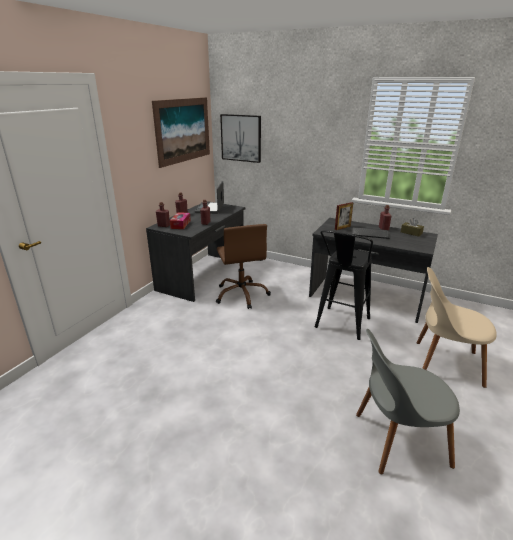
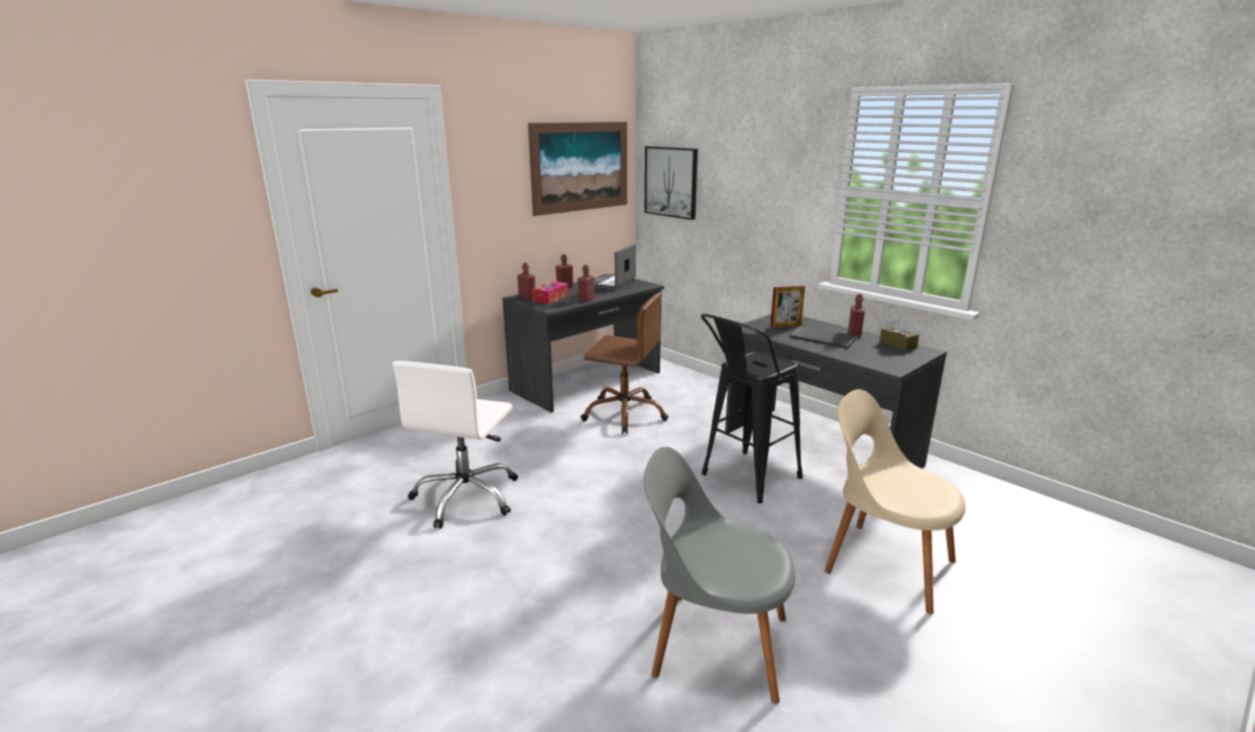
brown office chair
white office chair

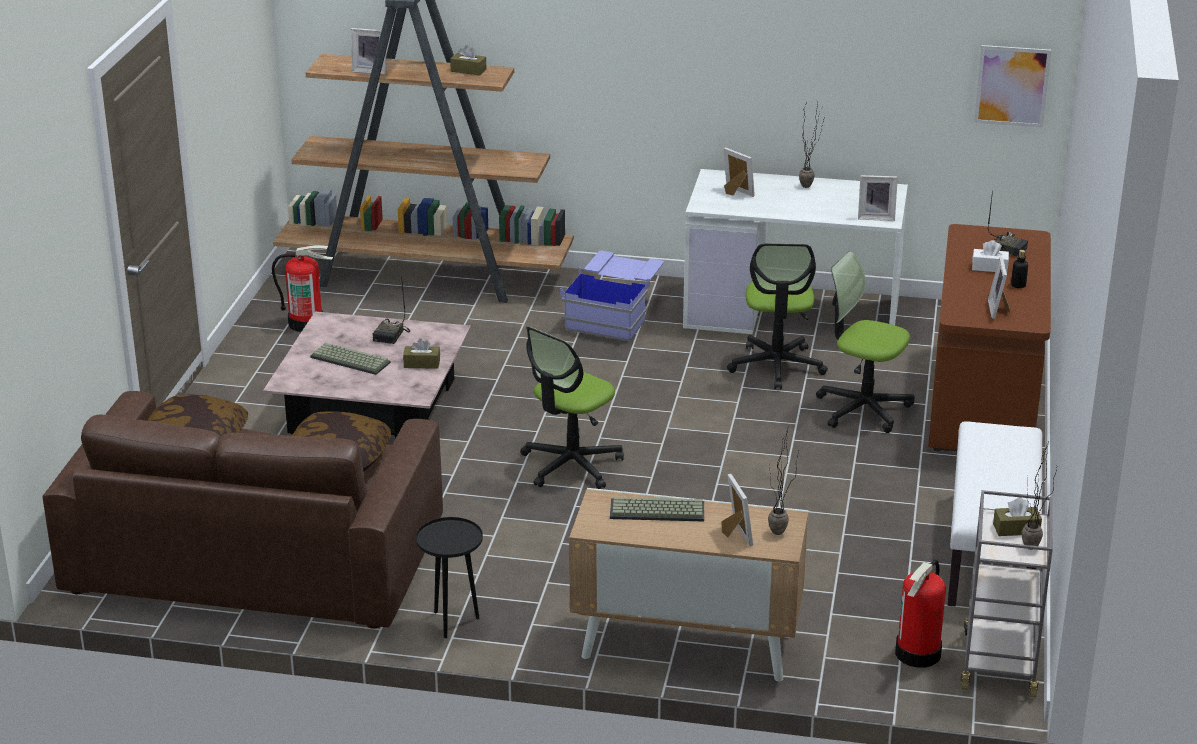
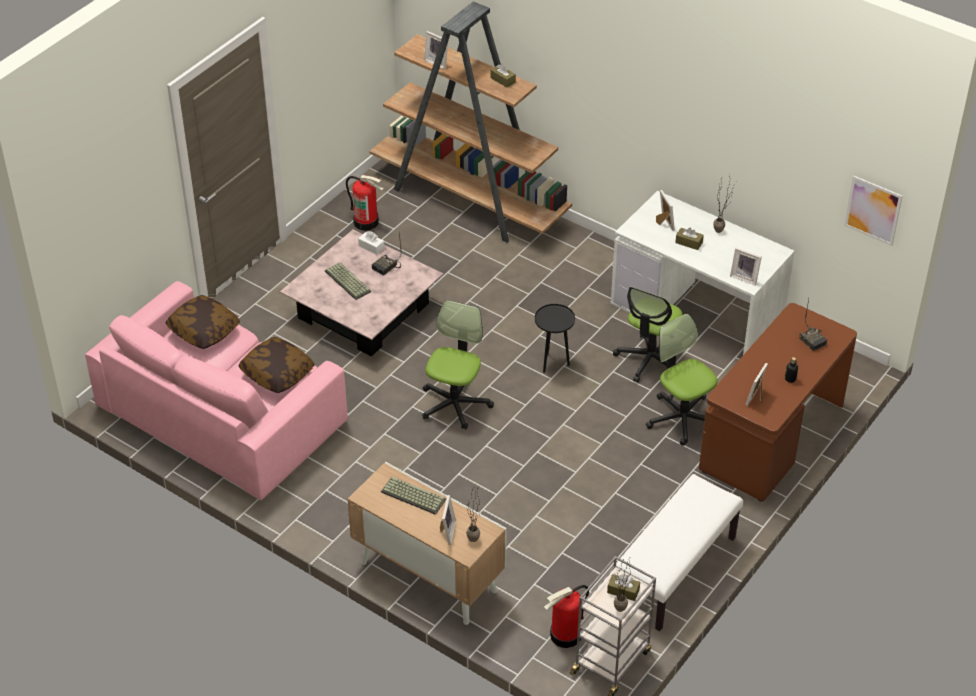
pink sofa
brown tissue box (3rd from left)
black side table
office chair (1st from left)
blue storage box
white tissue box

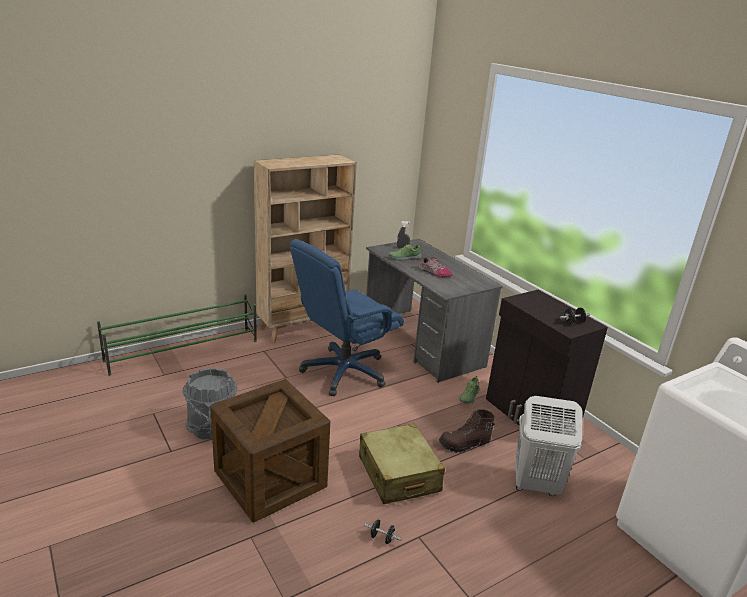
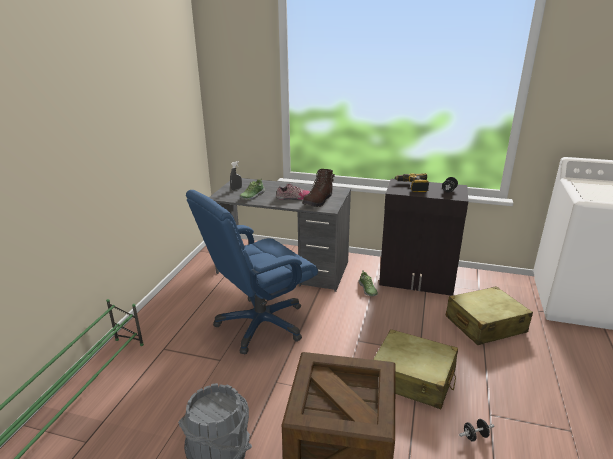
beige bookcase
blue office chair
brown boot
beige suitcase (2nd from left)
power drill

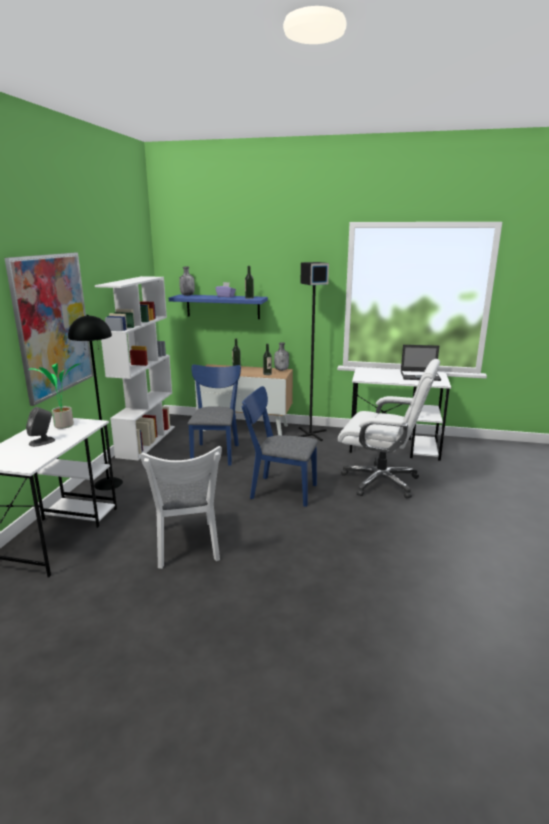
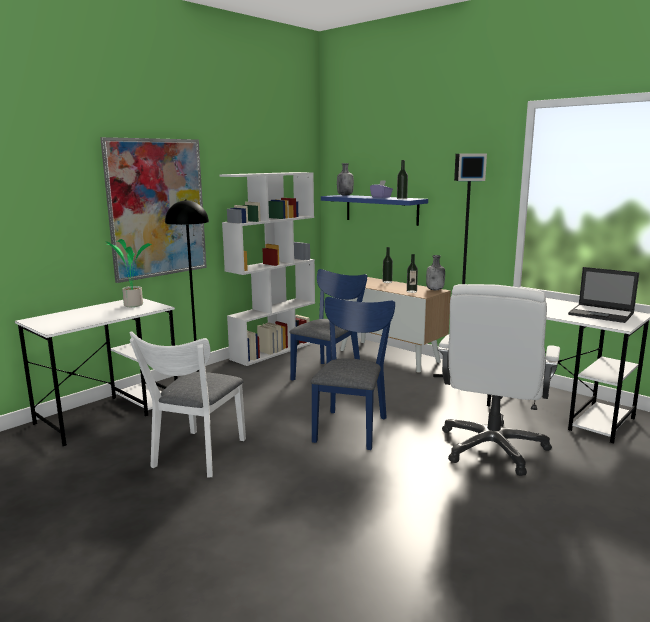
grey speaker
blue chair (2nd from left)
white office chair

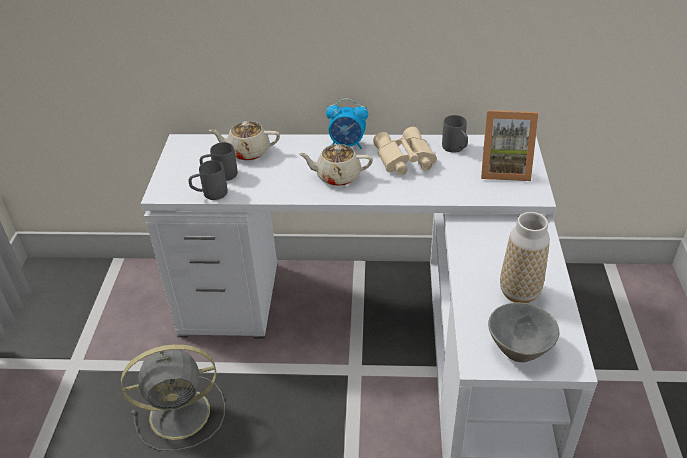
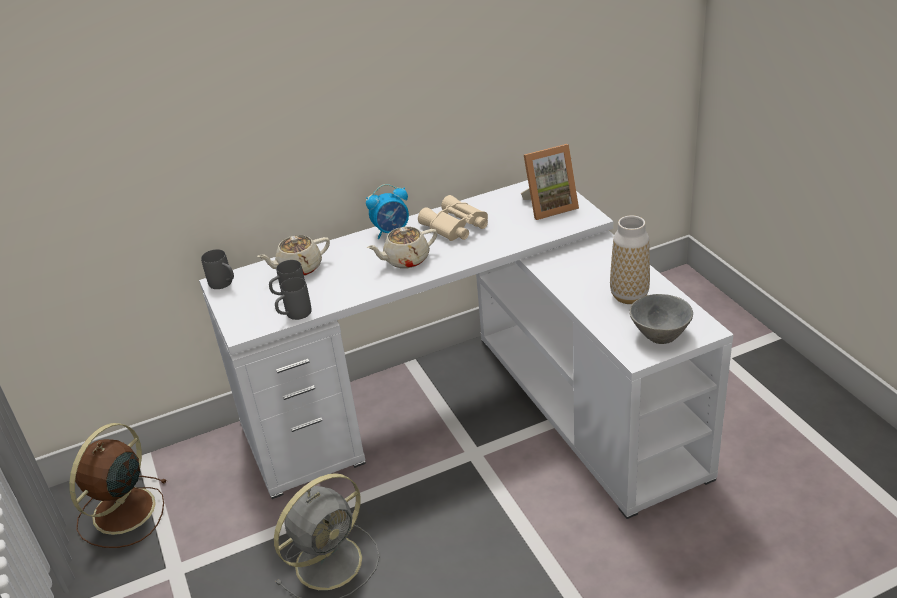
grey mug (1st from left)
brown fan

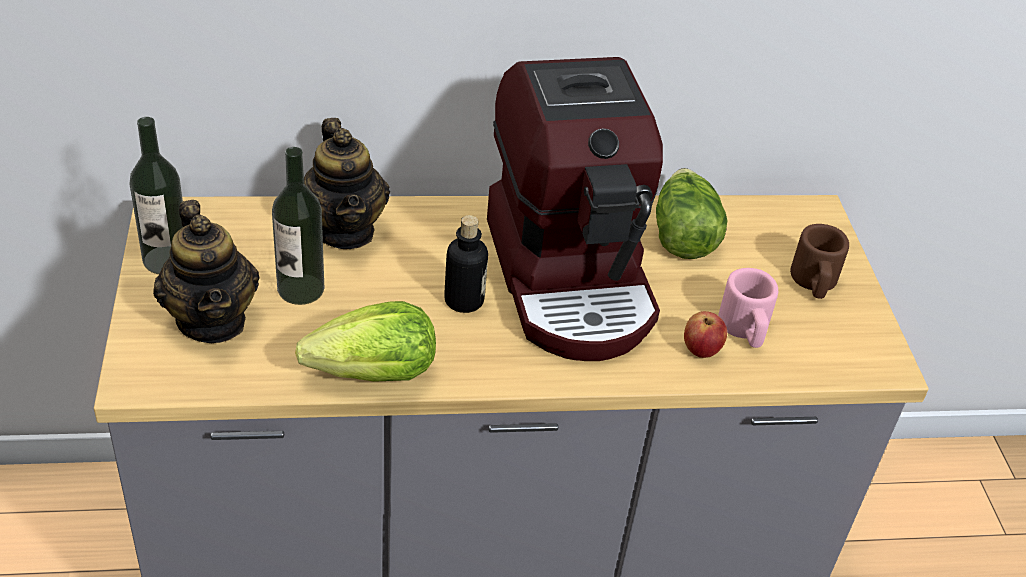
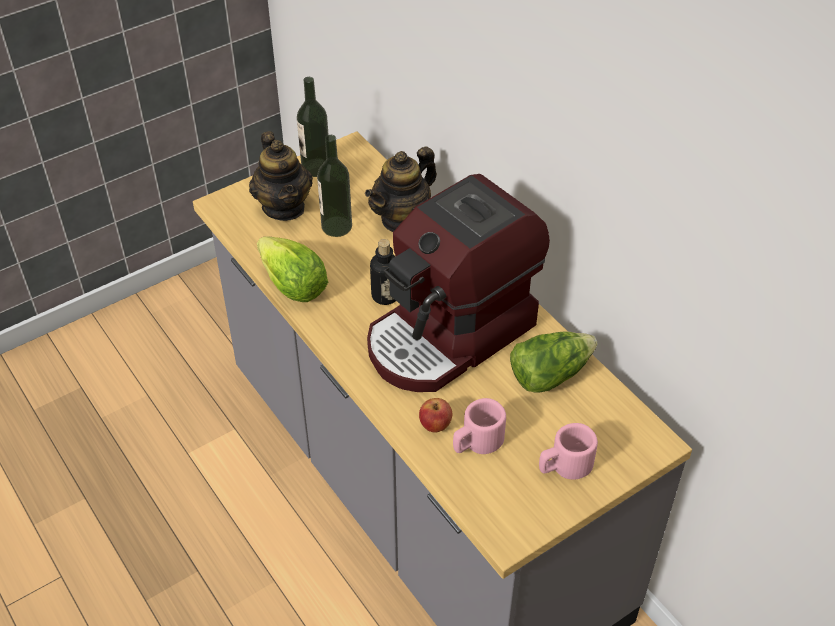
teapot (1st from left)
pink mug (2nd from left)

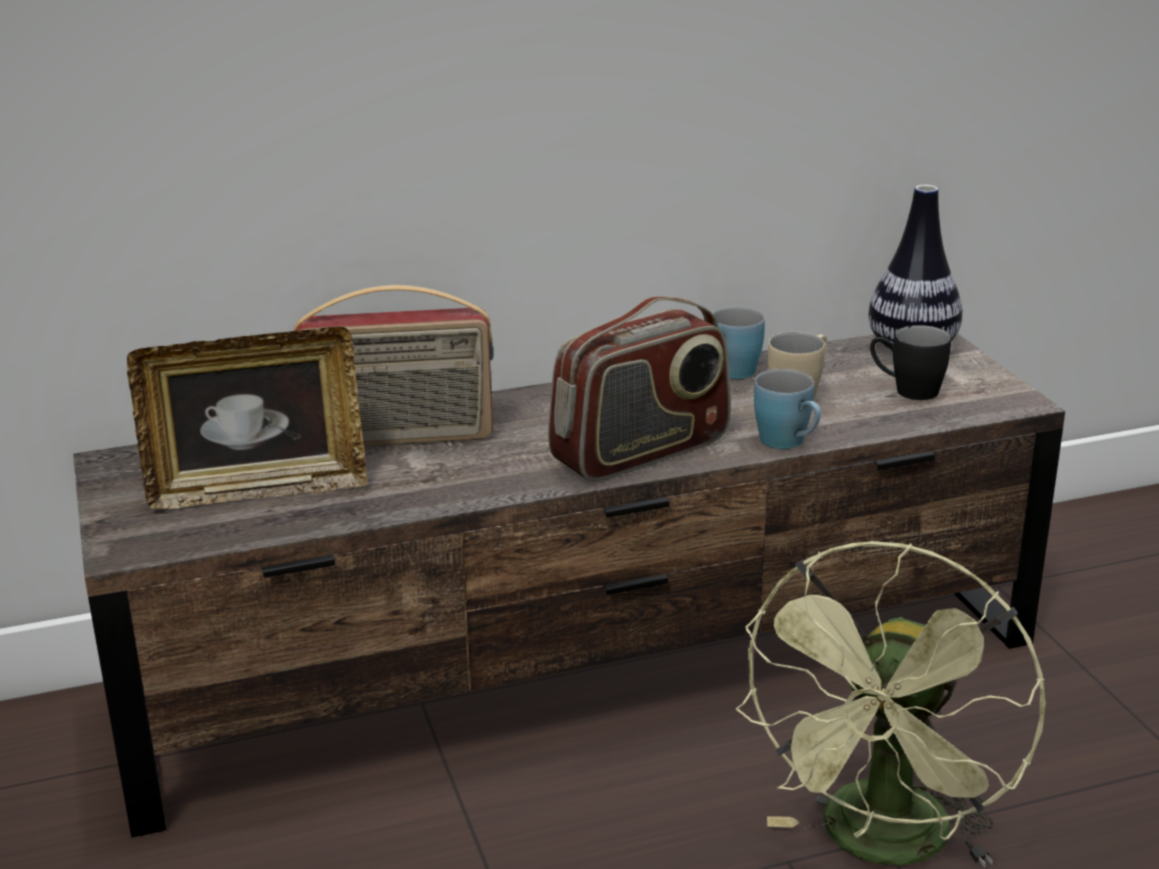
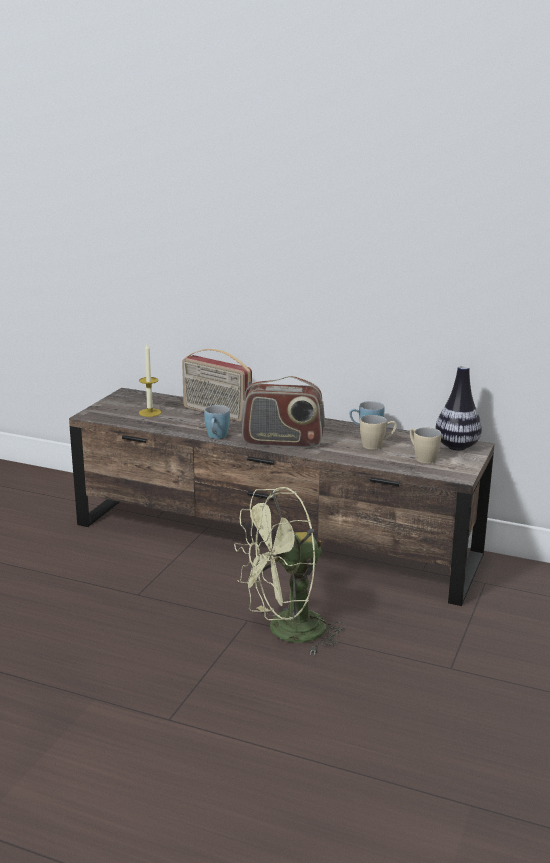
candle
blue mug (1st from left)
beige mug (2nd from left)

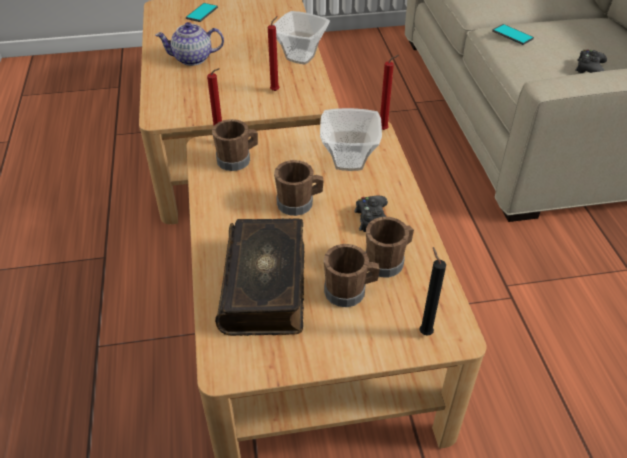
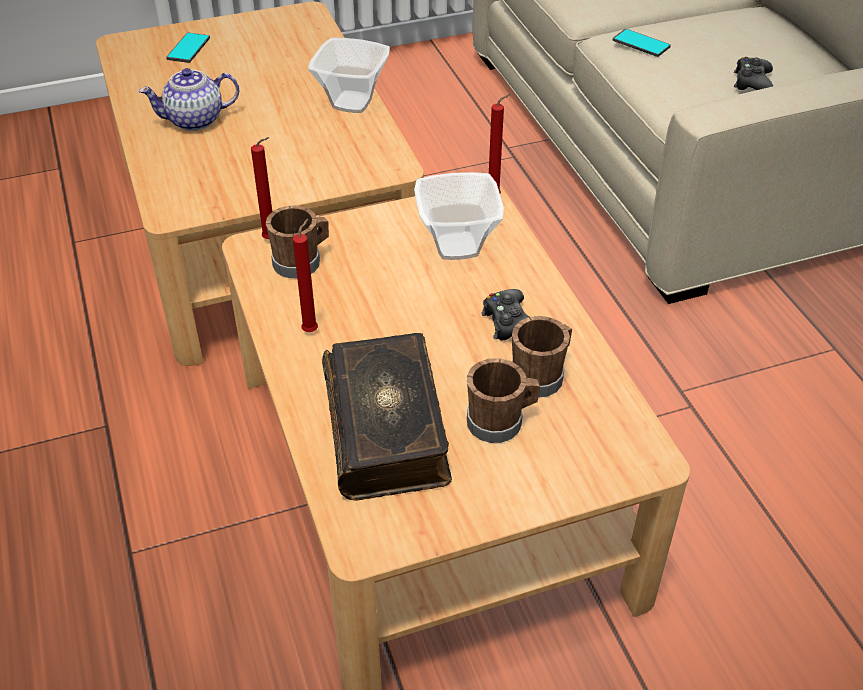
red candle (2nd from left)
brown mug (2nd from left in the first image)
black candle

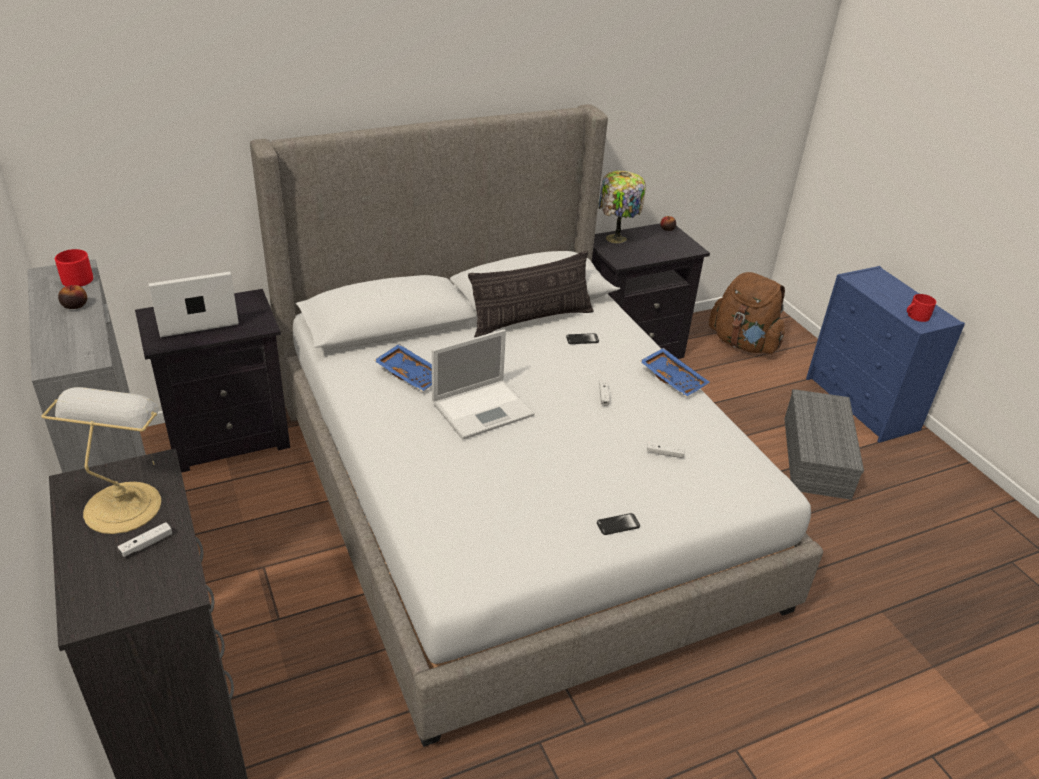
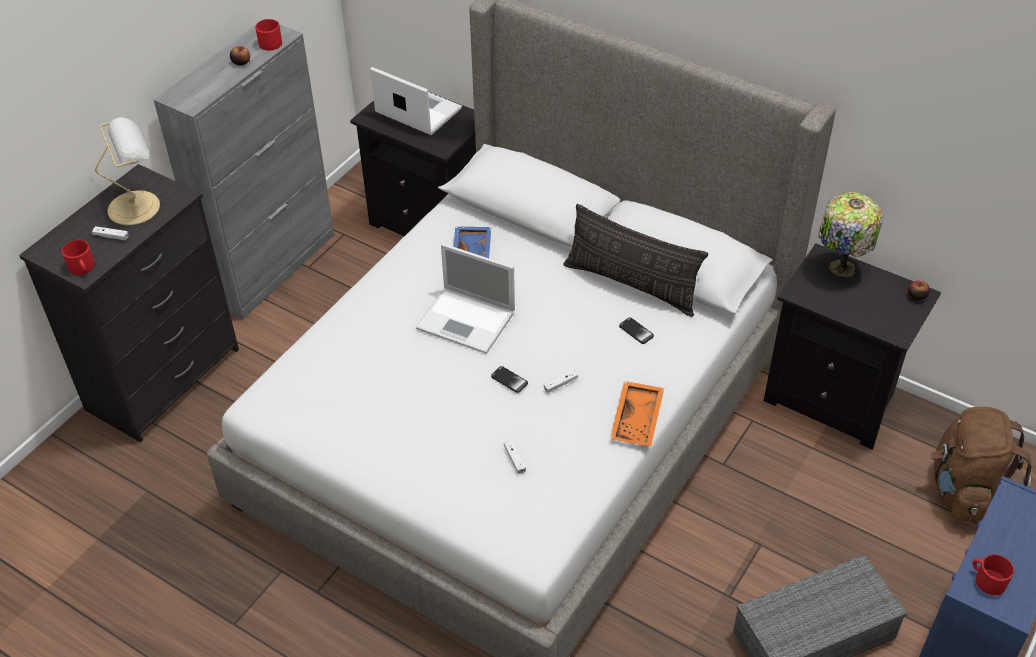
phone (1st from left)
orange tray
red mug (1st from left)

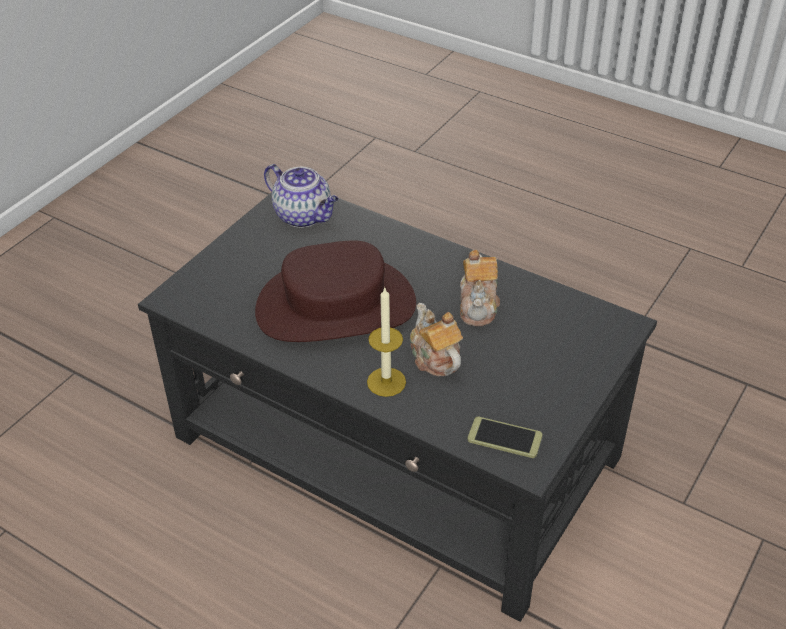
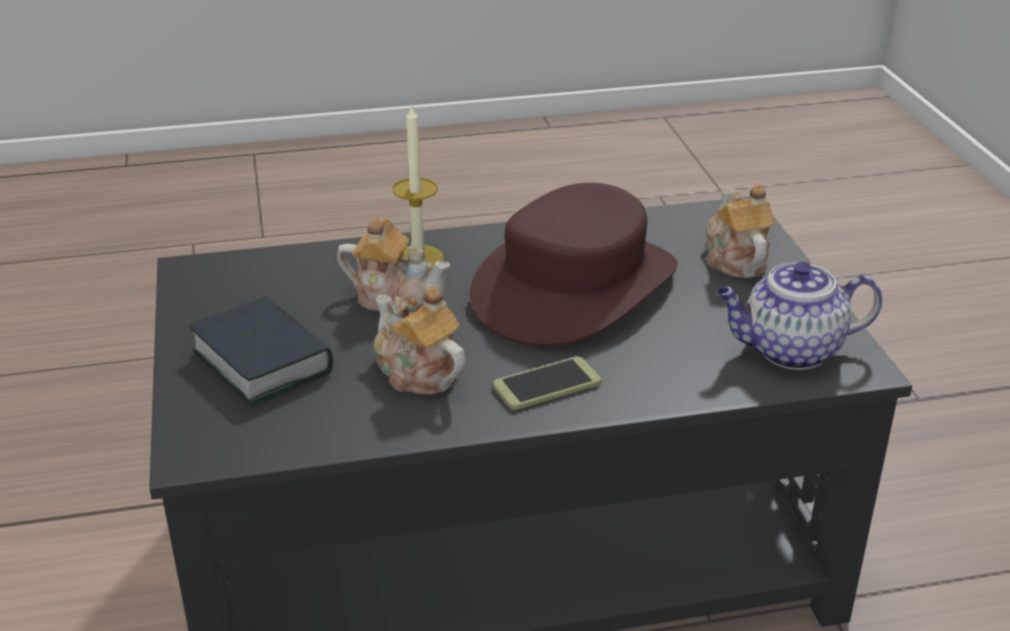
phone
book
teapot (3rd from left)

